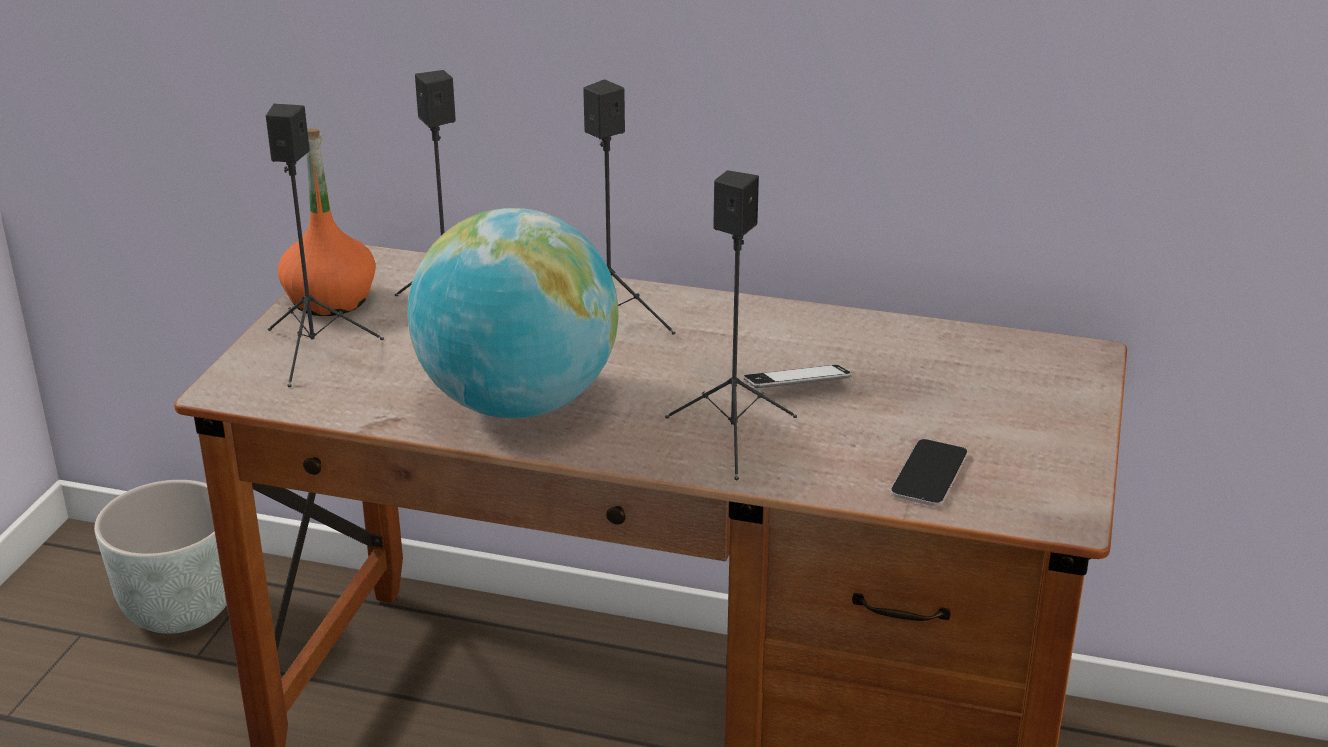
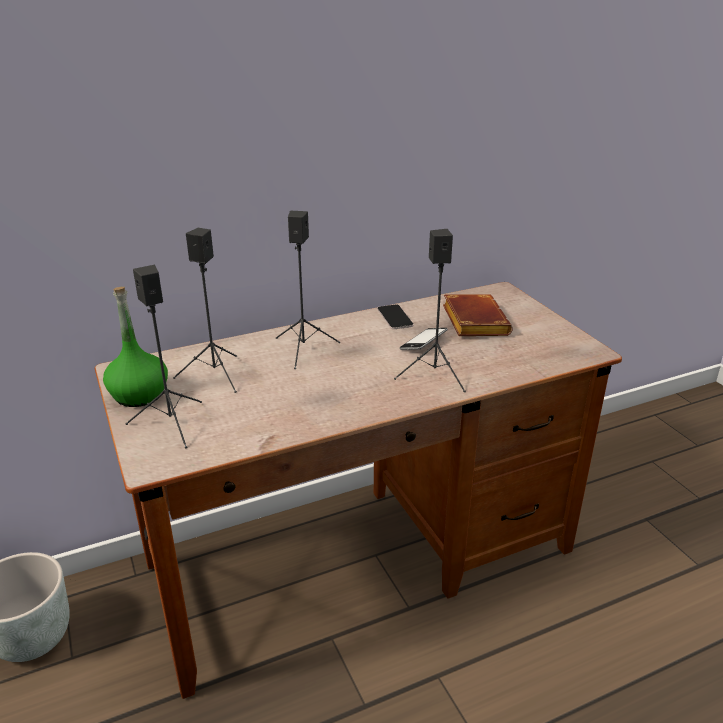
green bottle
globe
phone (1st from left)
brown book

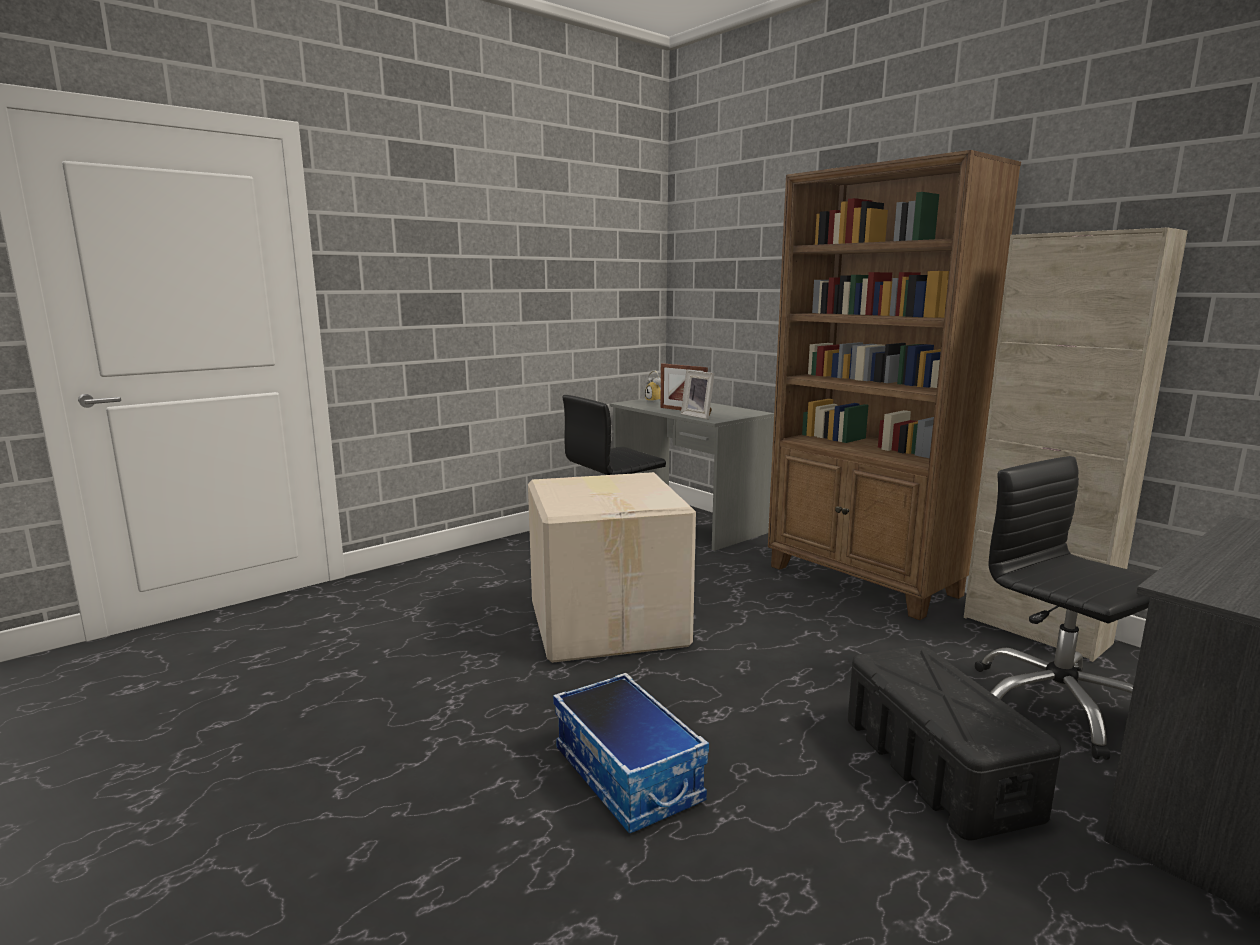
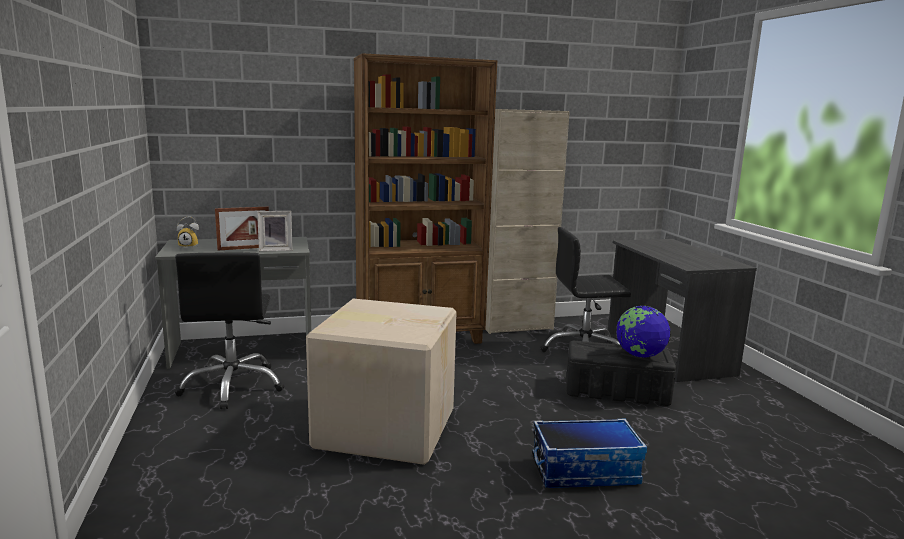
globe

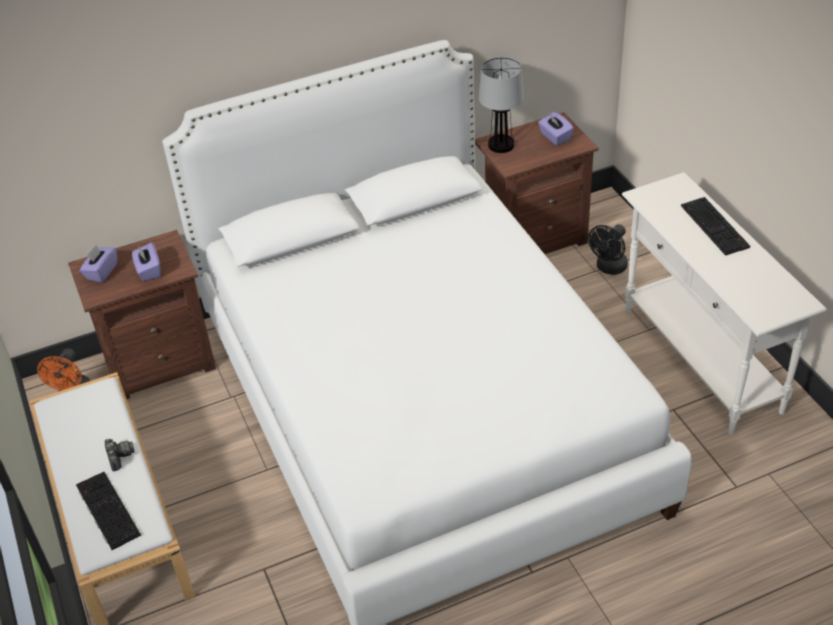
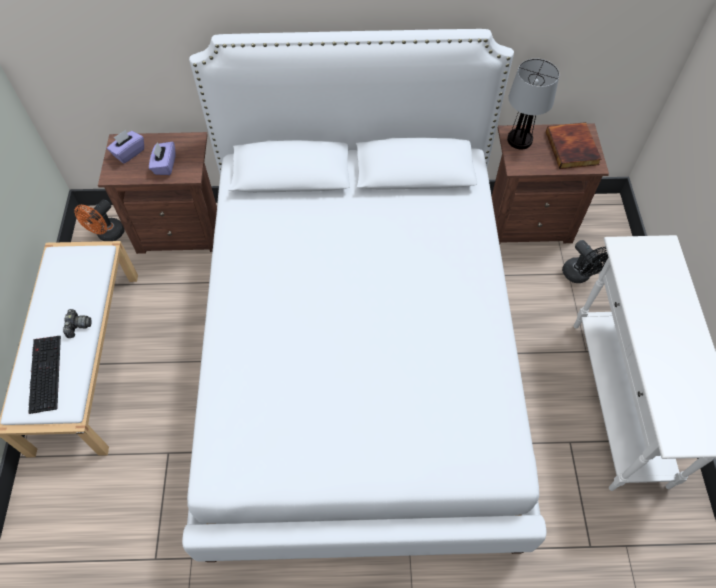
book
black fan
keyboard (2nd from left in the first image)

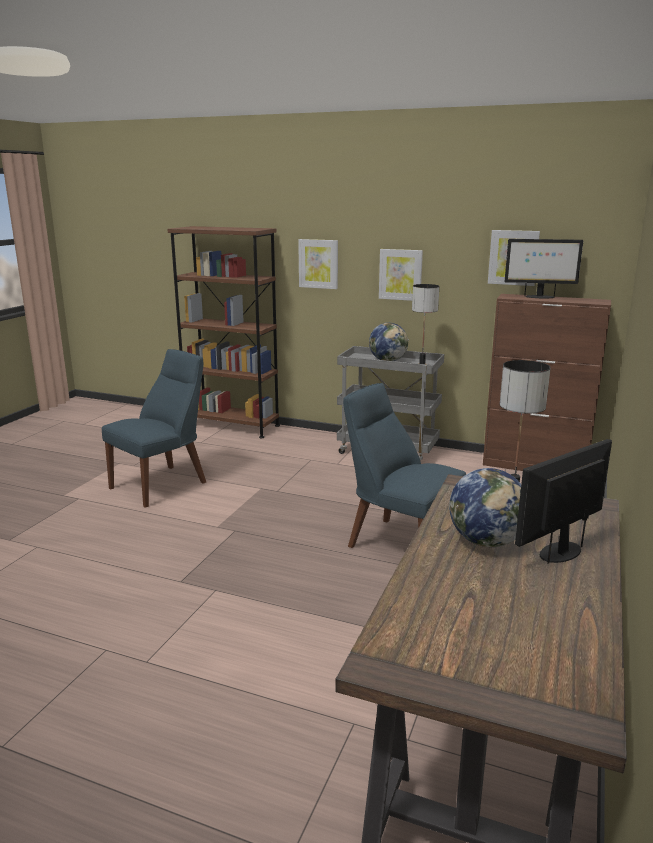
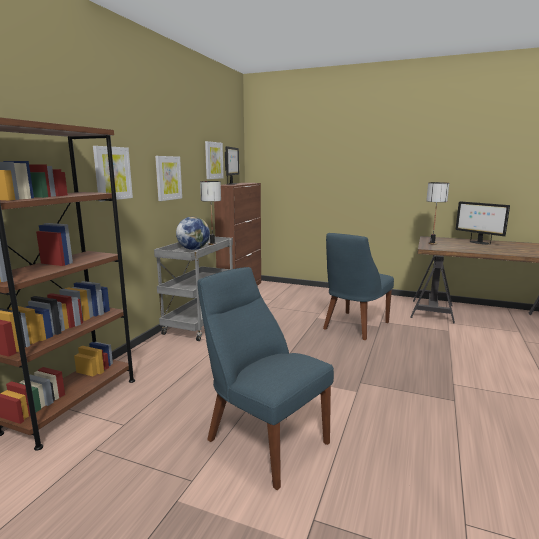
globe (2nd from left in the first image)

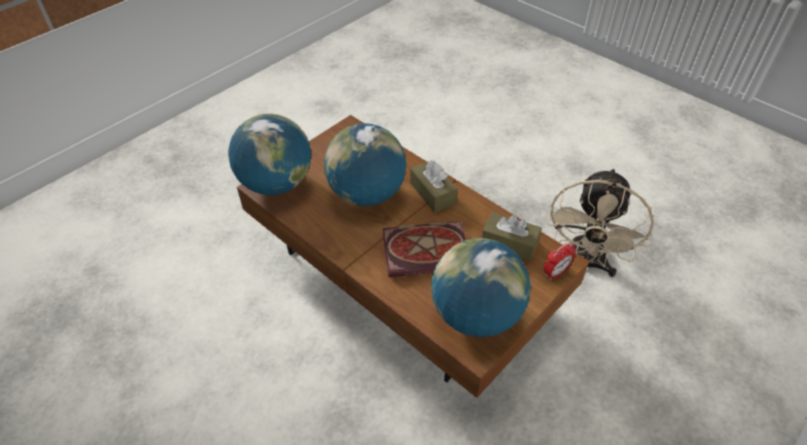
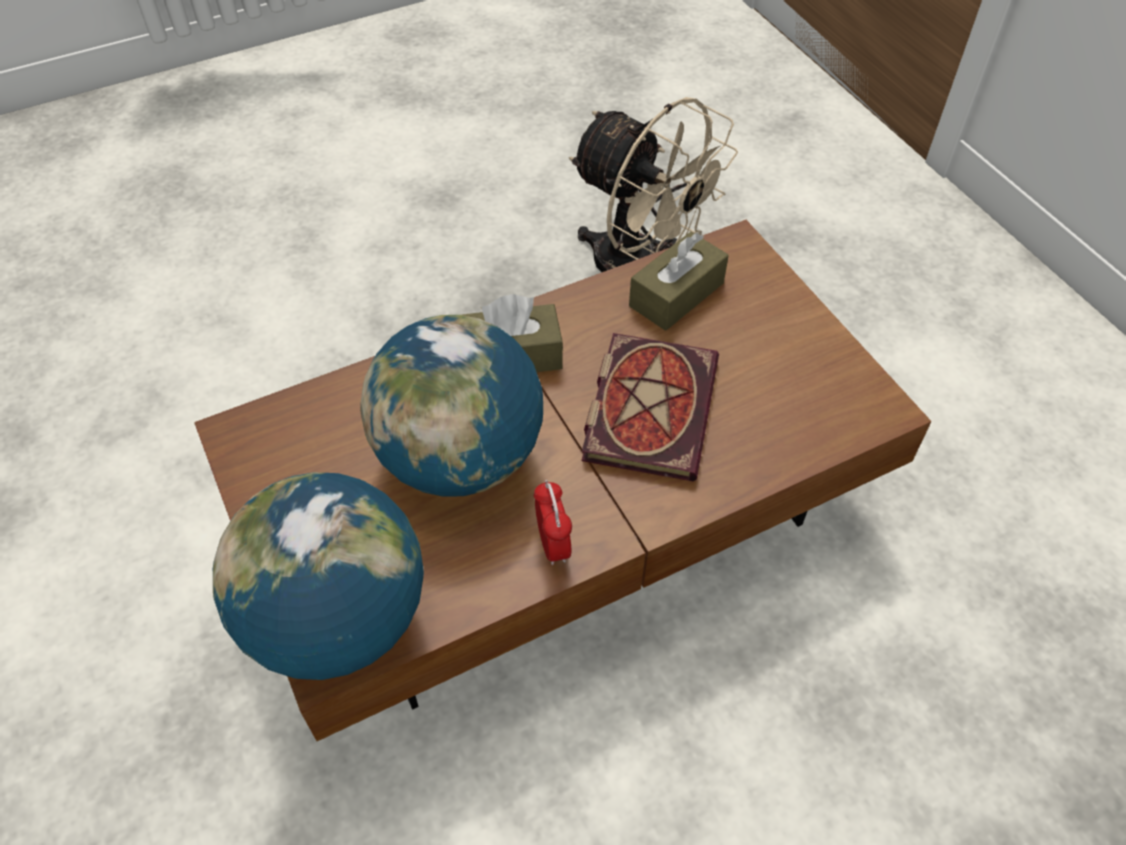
globe (3rd from left in the first image)
alarm clock

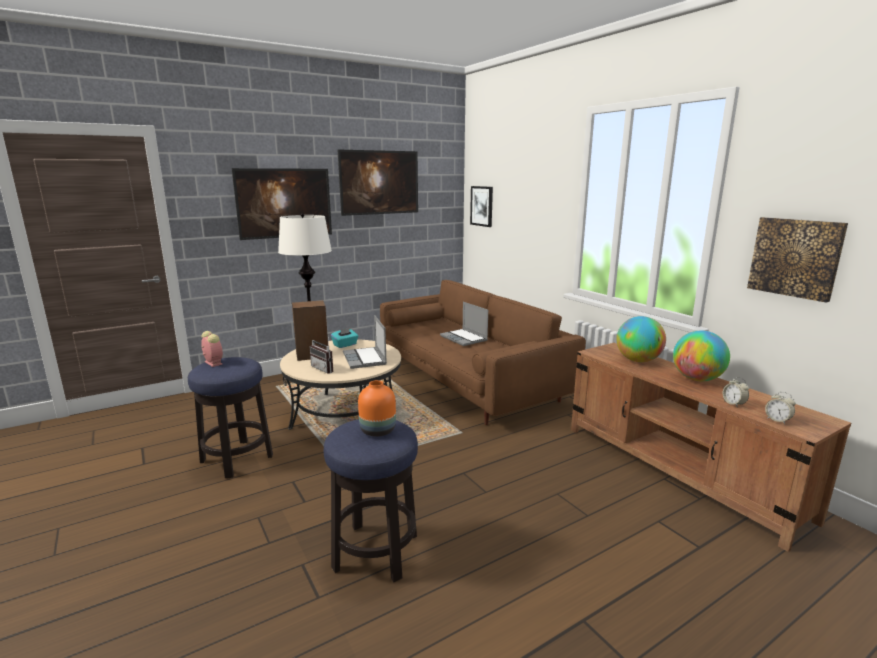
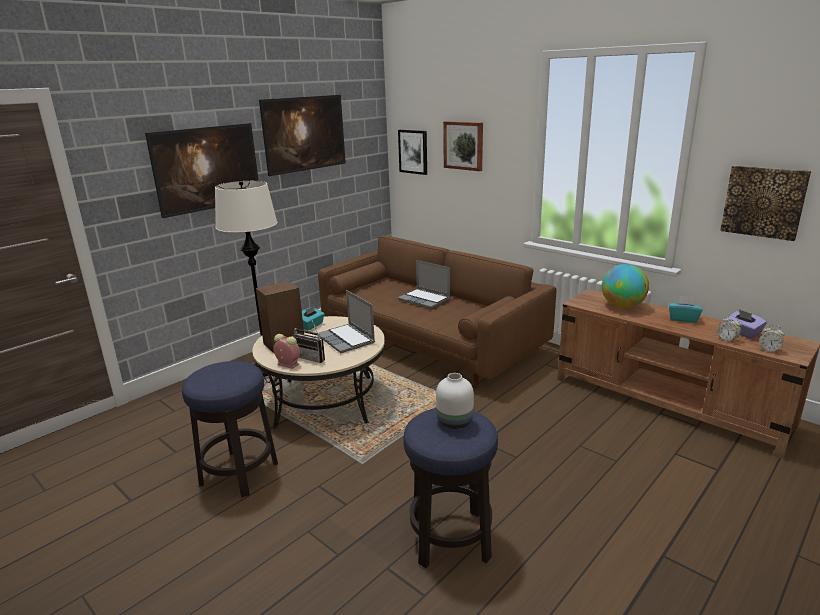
alarm clock (1st from left)
white vase
turquoise tissue box (2nd from left)
picture (4th from left)
purple tissue box

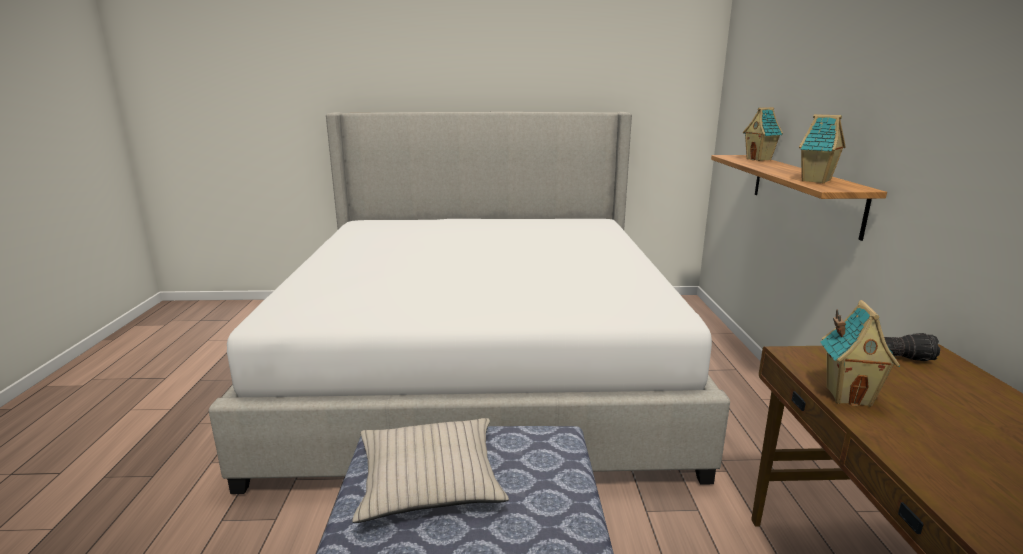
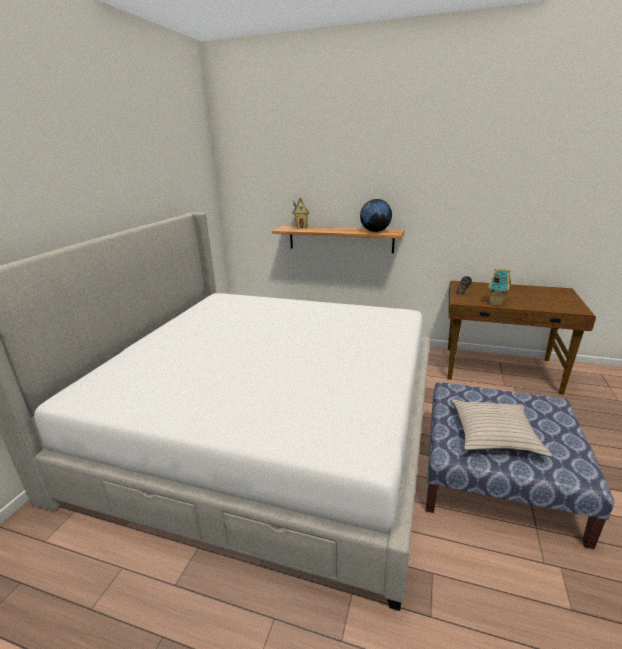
globe

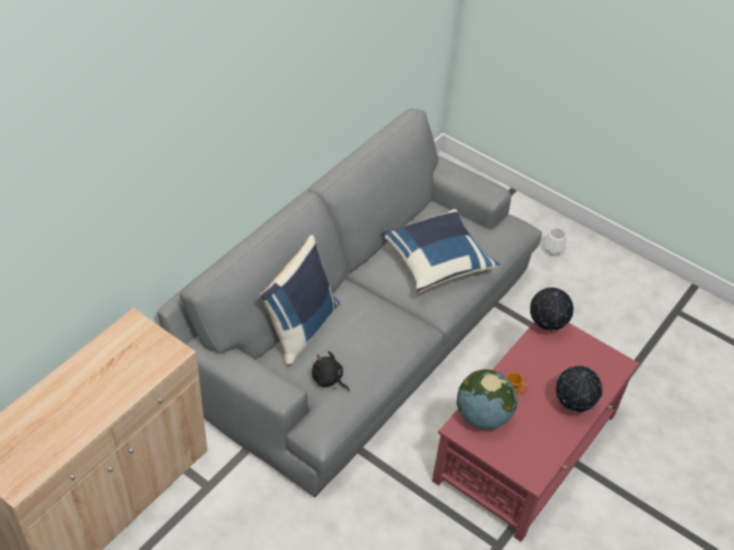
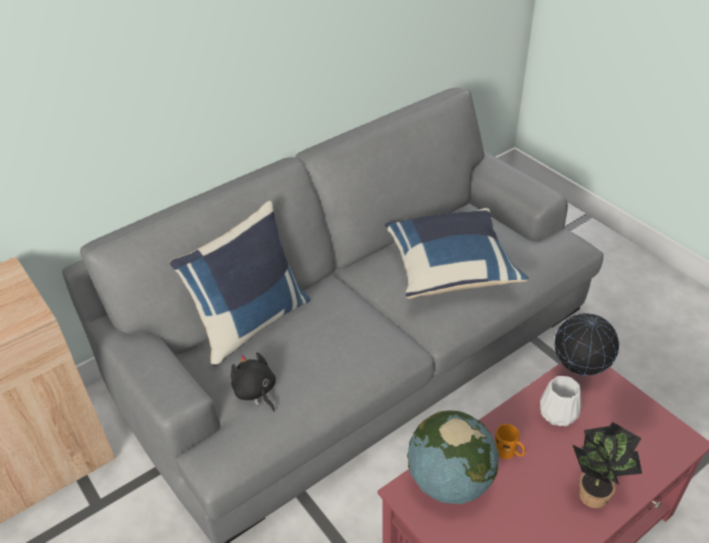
white vase
potted plant

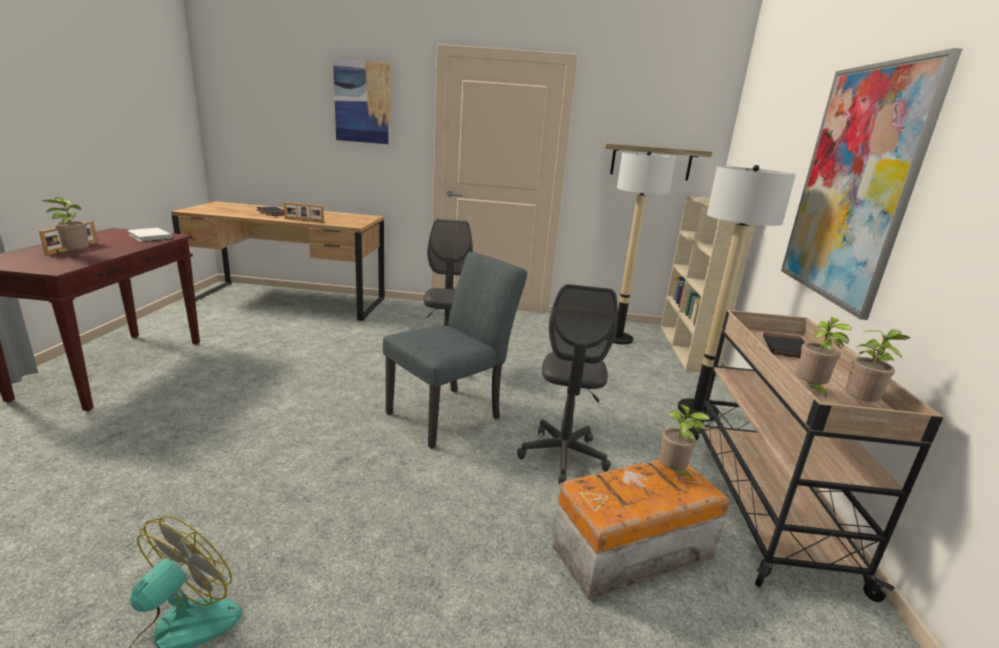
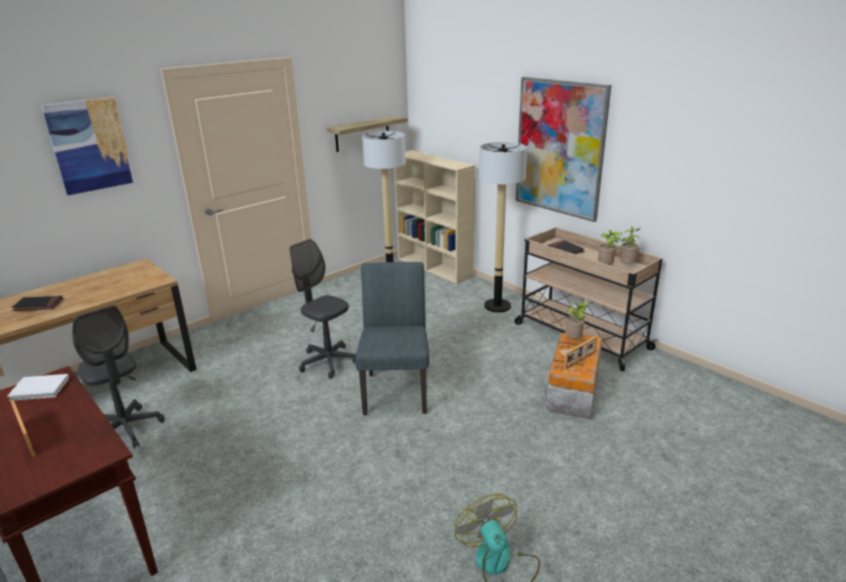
potted plant (1st from left in the first image)
picture frame (2nd from left)
grey office chair (1st from left)

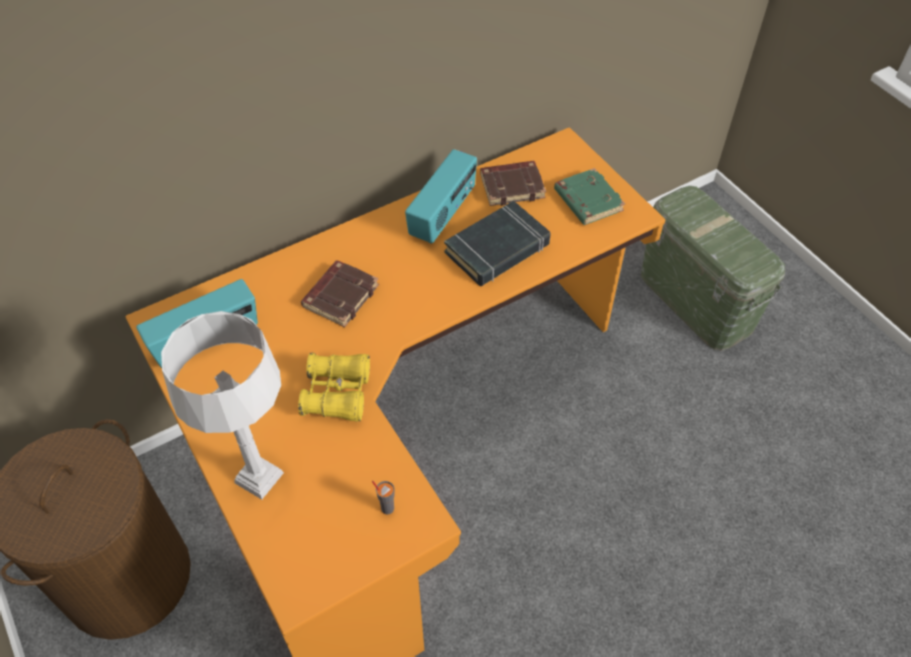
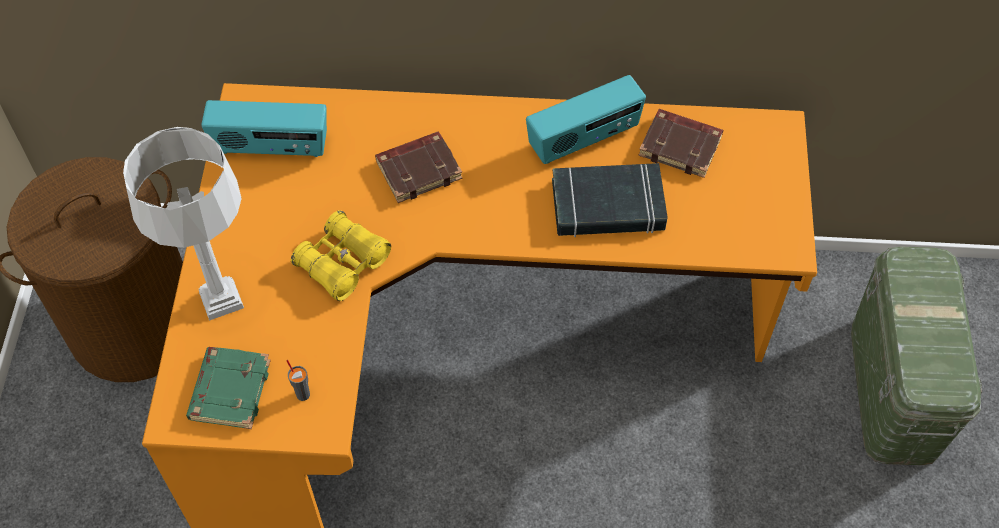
green book

